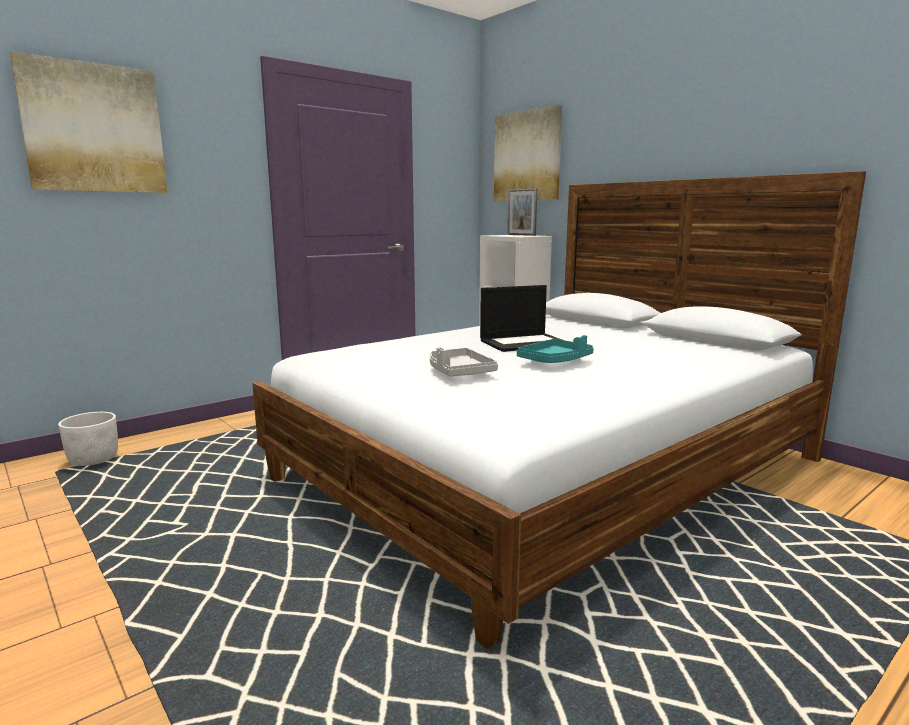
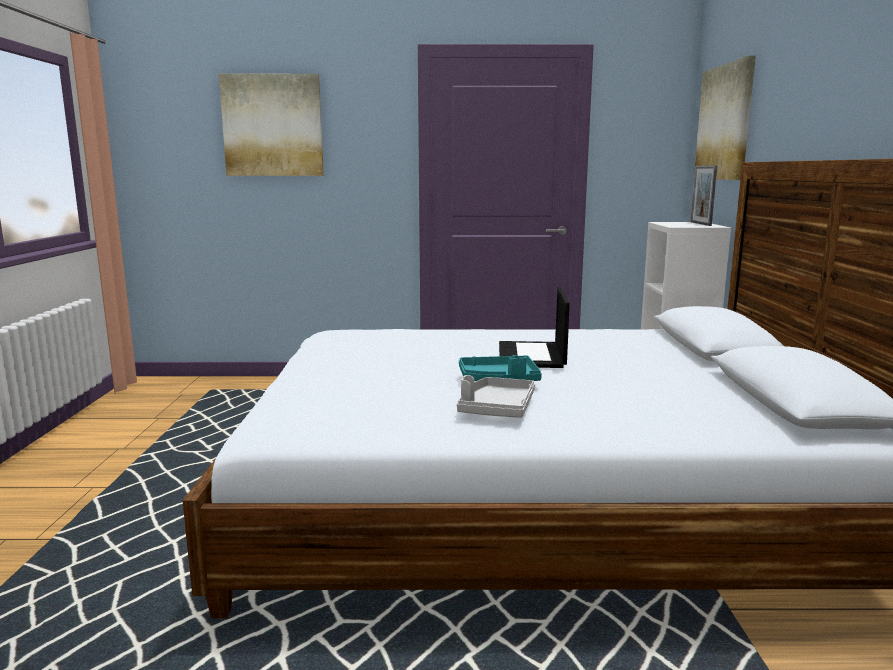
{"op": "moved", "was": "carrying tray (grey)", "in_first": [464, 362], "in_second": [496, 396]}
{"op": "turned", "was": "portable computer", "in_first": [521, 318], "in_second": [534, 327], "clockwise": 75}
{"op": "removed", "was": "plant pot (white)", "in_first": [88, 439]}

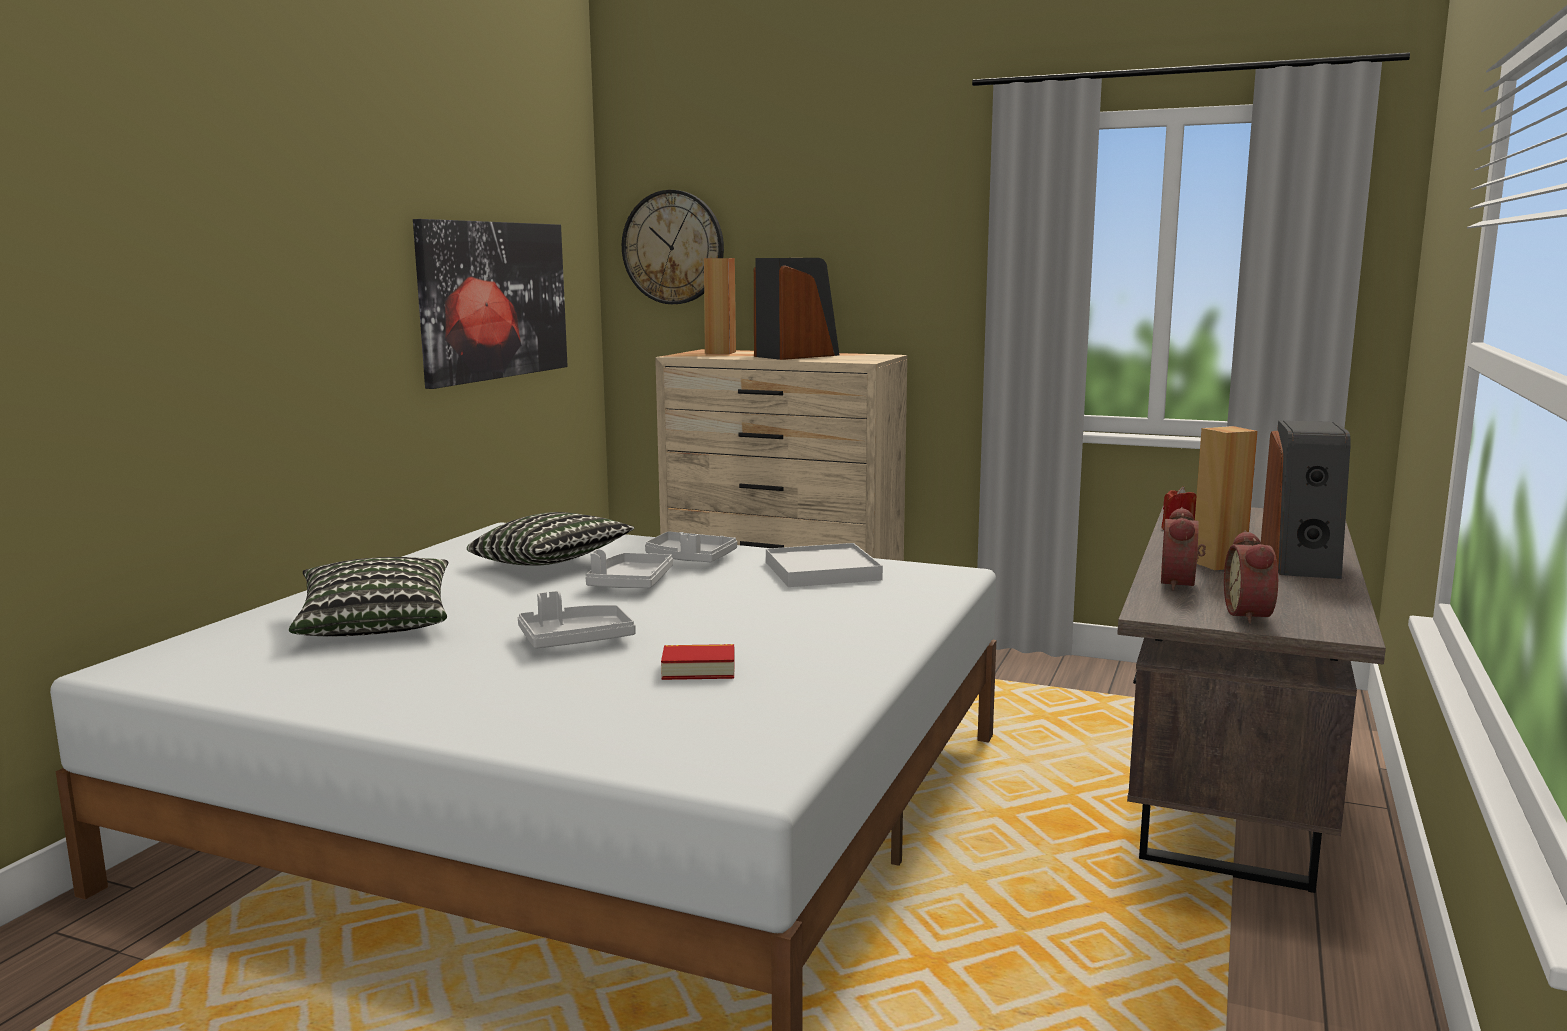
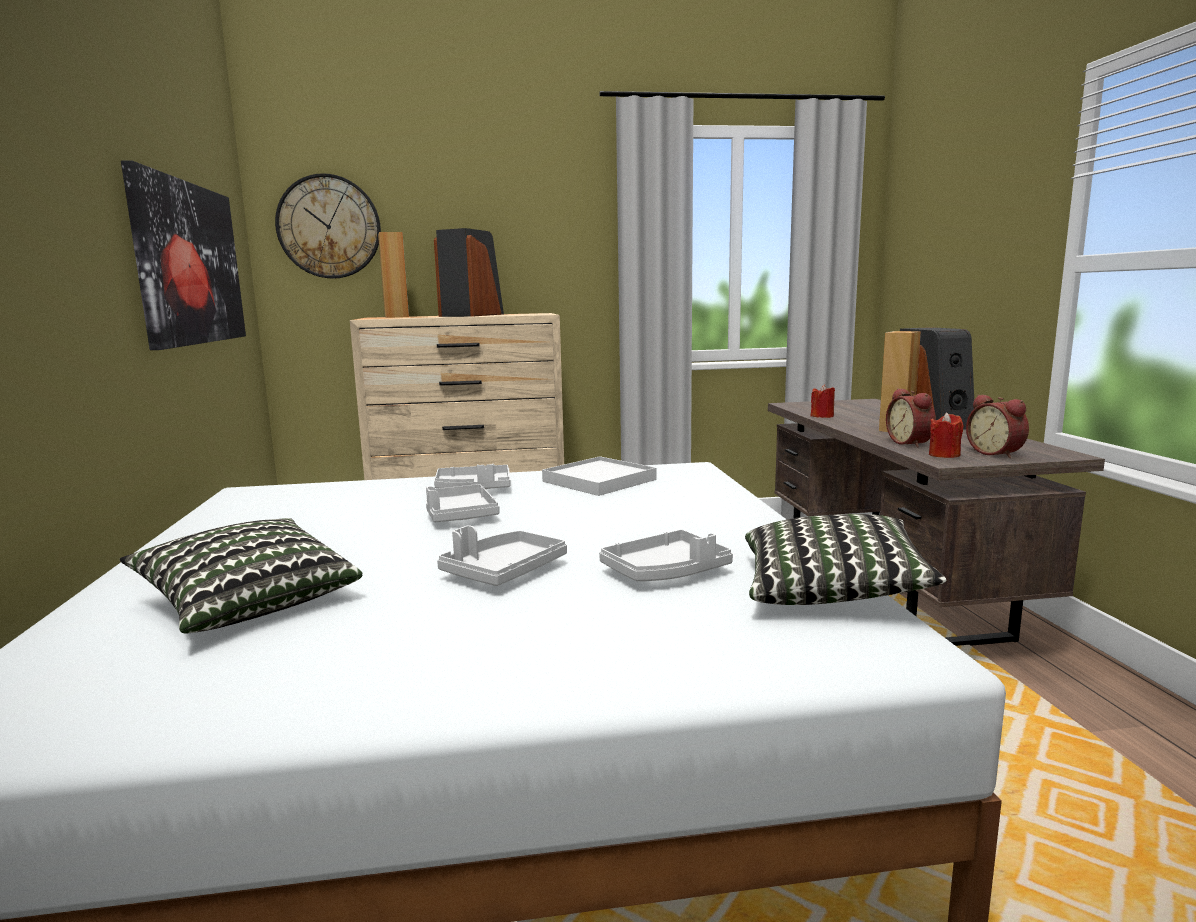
{"op": "replaced", "was": "book", "now": "carrying tray (grey)", "in_first": [698, 662], "in_second": [666, 555]}
{"op": "moved", "was": "pillow", "in_first": [550, 539], "in_second": [845, 559]}
{"op": "added", "now": "wax candle (reddish)", "in_second": [946, 435]}

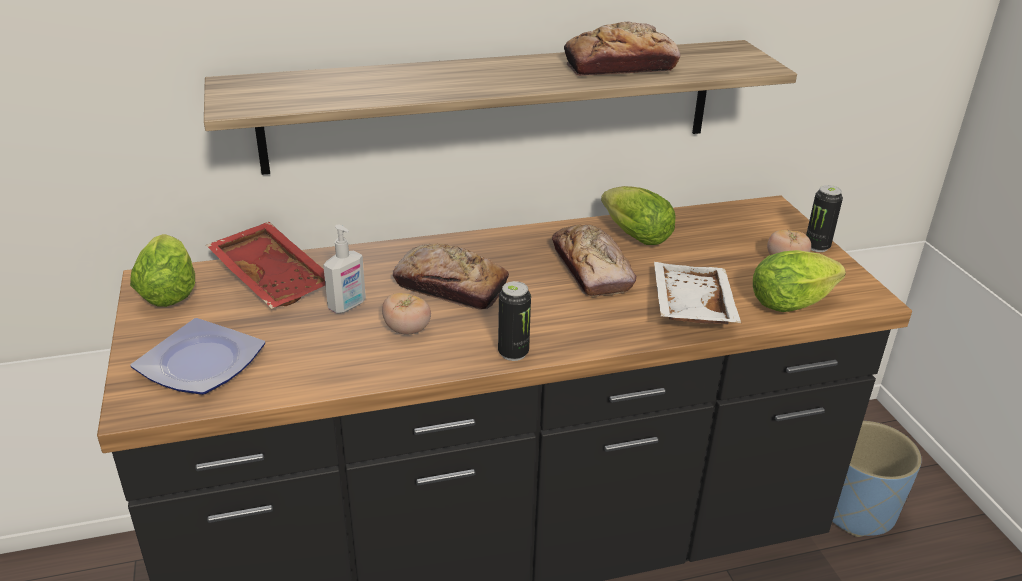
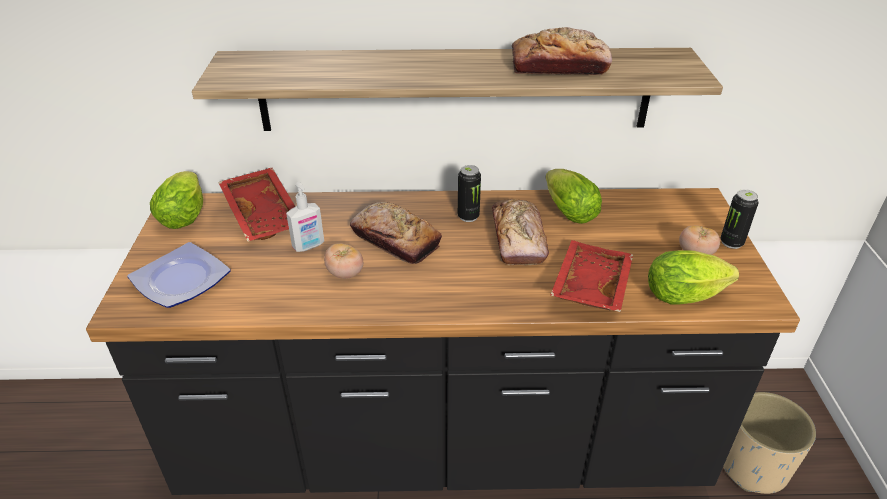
{"op": "moved", "was": "can", "in_first": [514, 321], "in_second": [469, 193]}
{"op": "recoloured", "was": "carrying tray (white)", "now": "carrying tray (reddish)", "in_first": [697, 293], "in_second": [591, 276]}
{"op": "recoloured", "was": "plant pot (blue-coloured)", "now": "plant pot (beige-coloured)", "in_first": [877, 479], "in_second": [769, 443]}

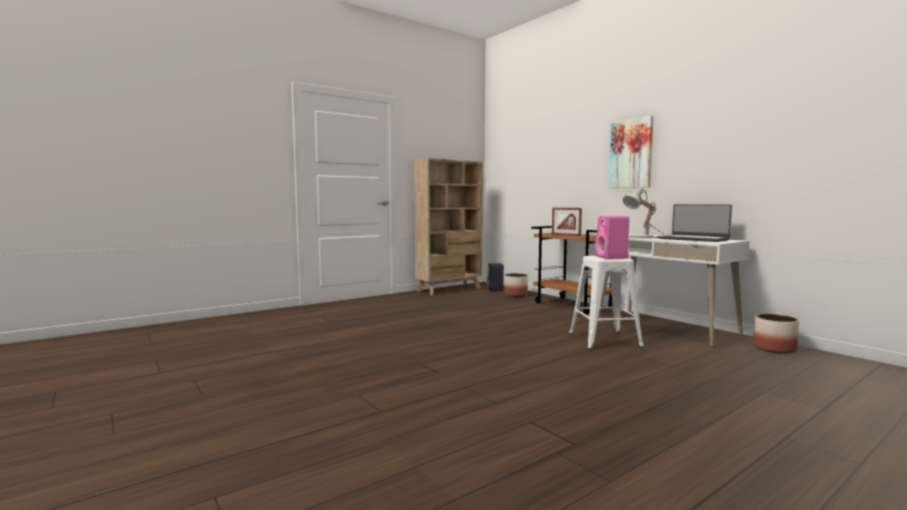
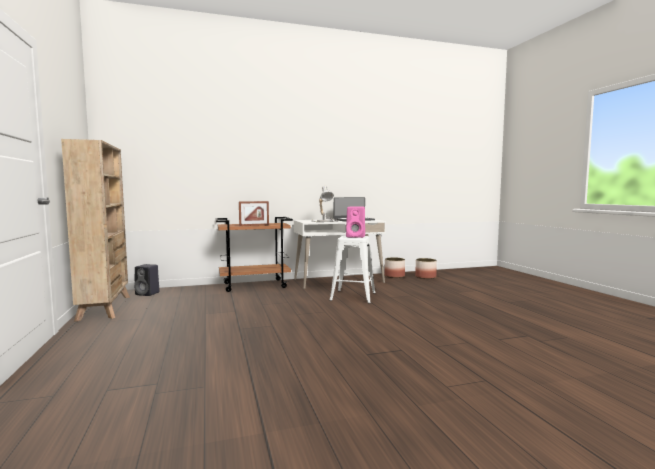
{"op": "moved", "was": "plant pot", "in_first": [516, 285], "in_second": [426, 268]}
{"op": "removed", "was": "picture", "in_first": [631, 152]}

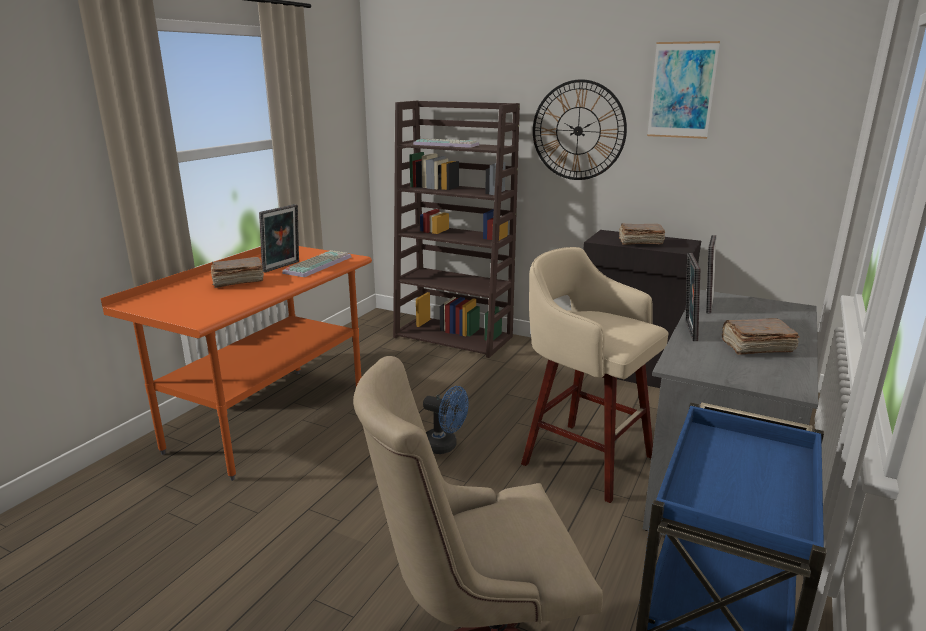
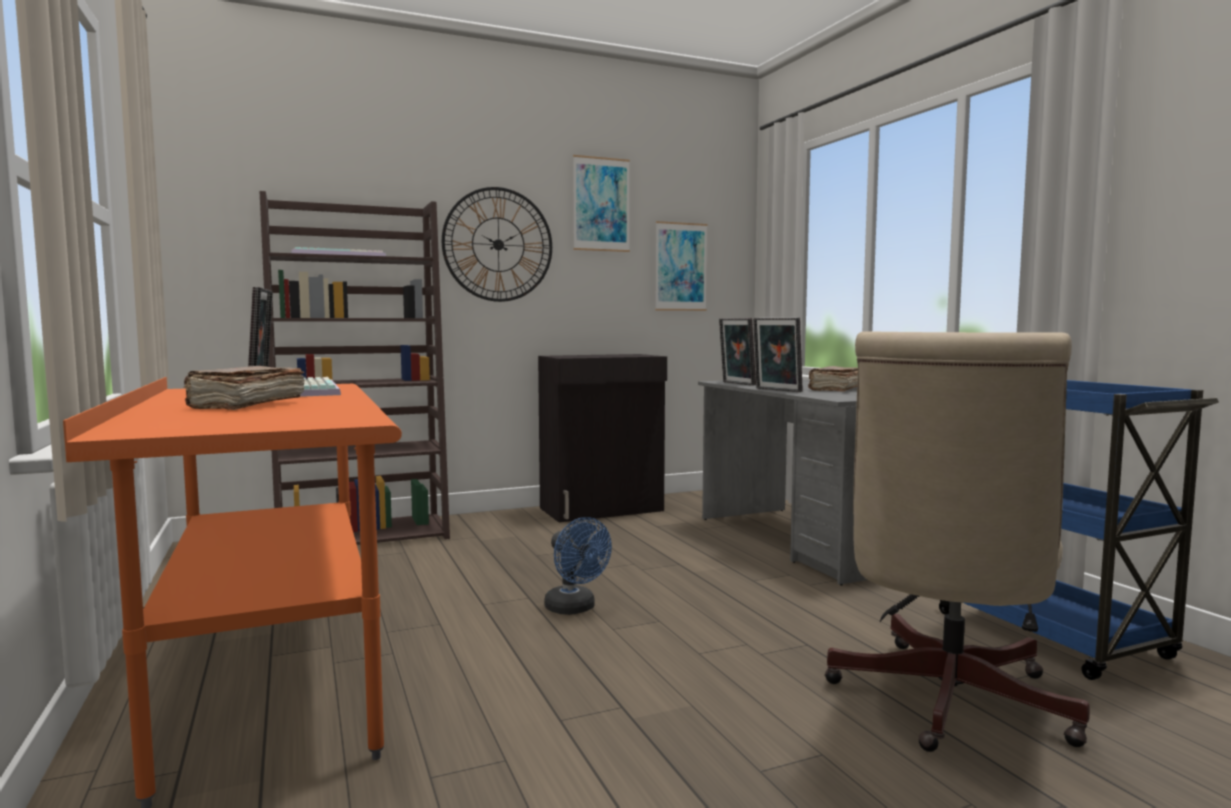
{"op": "turned", "was": "fan (blue-coloured)", "in_first": [445, 420], "in_second": [578, 566], "clockwise": 75}
{"op": "added", "now": "picture", "in_second": [681, 266]}
{"op": "removed", "was": "stool (beige-coloured)", "in_first": [595, 375]}
{"op": "removed", "was": "book (brown-coloured)", "in_first": [642, 234]}

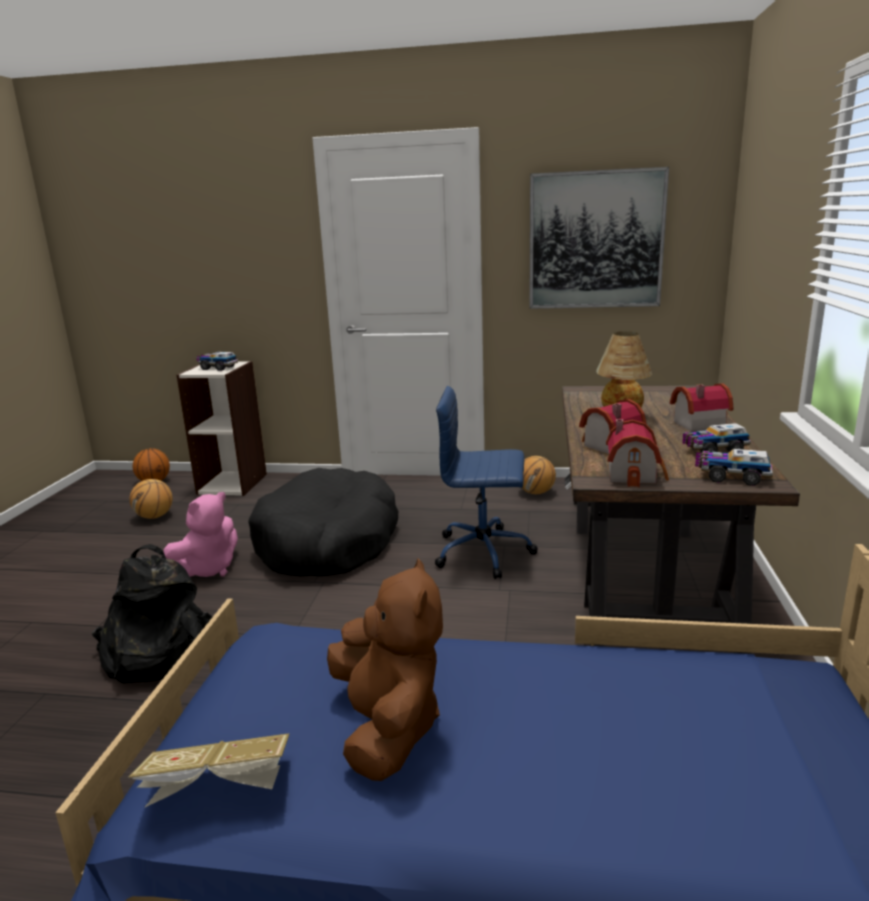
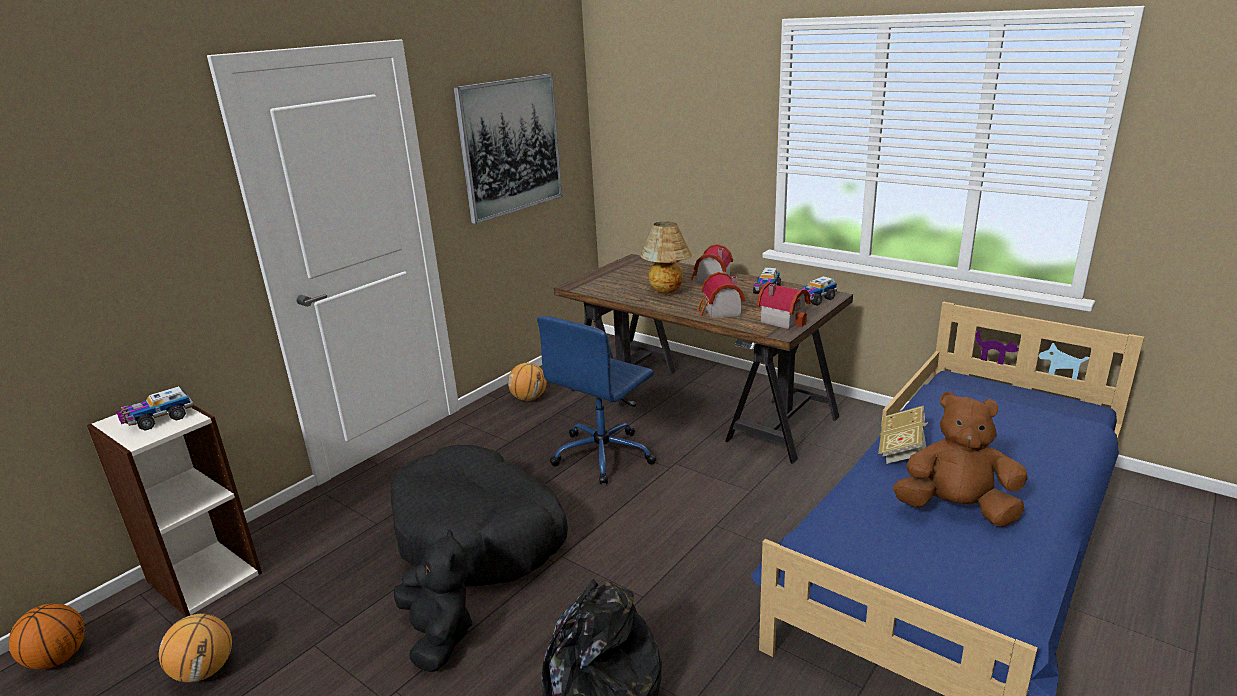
{"op": "recoloured", "was": "soft toy (pink-coloured)", "now": "soft toy (black-coloured)", "in_first": [200, 534], "in_second": [433, 600]}
{"op": "moved", "was": "book", "in_first": [209, 770], "in_second": [903, 434]}

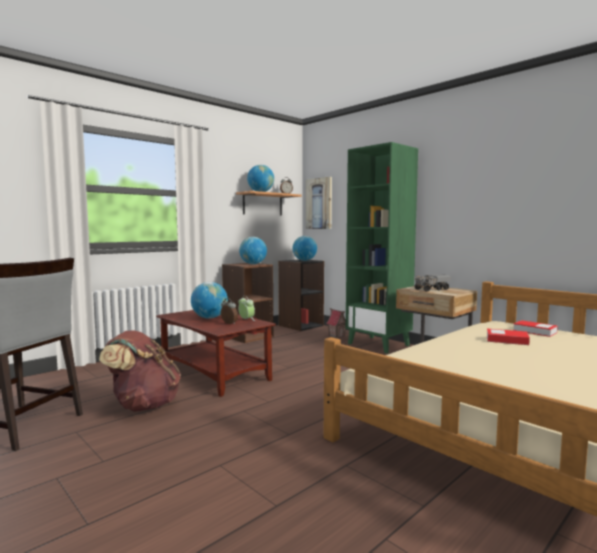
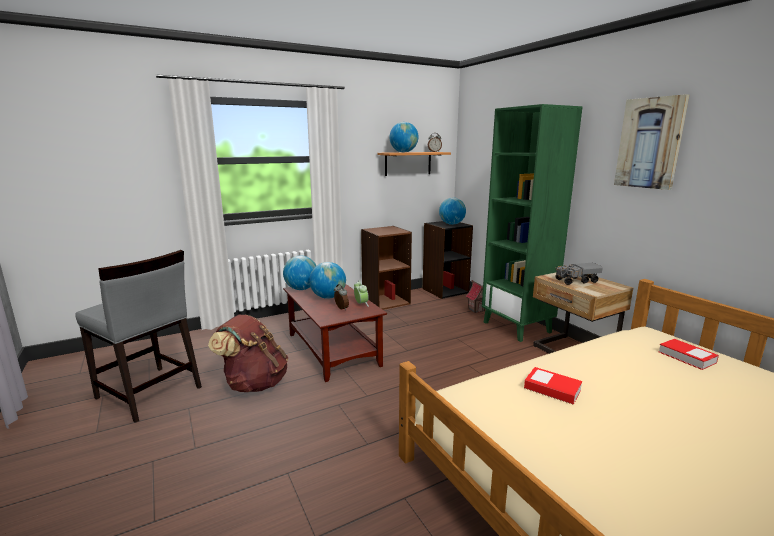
{"op": "moved", "was": "world globe", "in_first": [253, 250], "in_second": [300, 273]}
{"op": "moved", "was": "book", "in_first": [508, 337], "in_second": [553, 386]}
{"op": "moved", "was": "picture", "in_first": [319, 203], "in_second": [651, 142]}

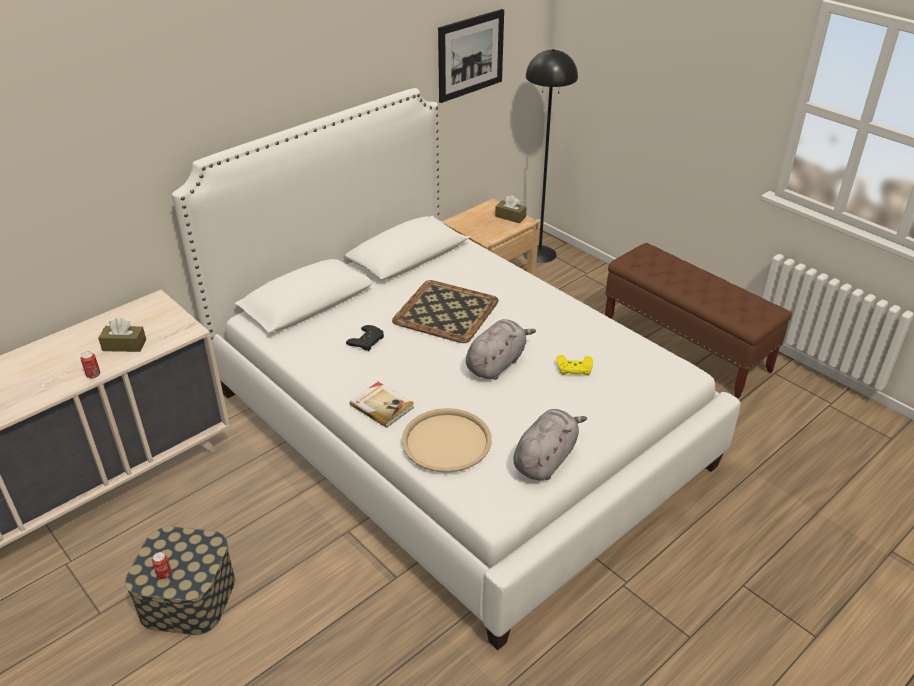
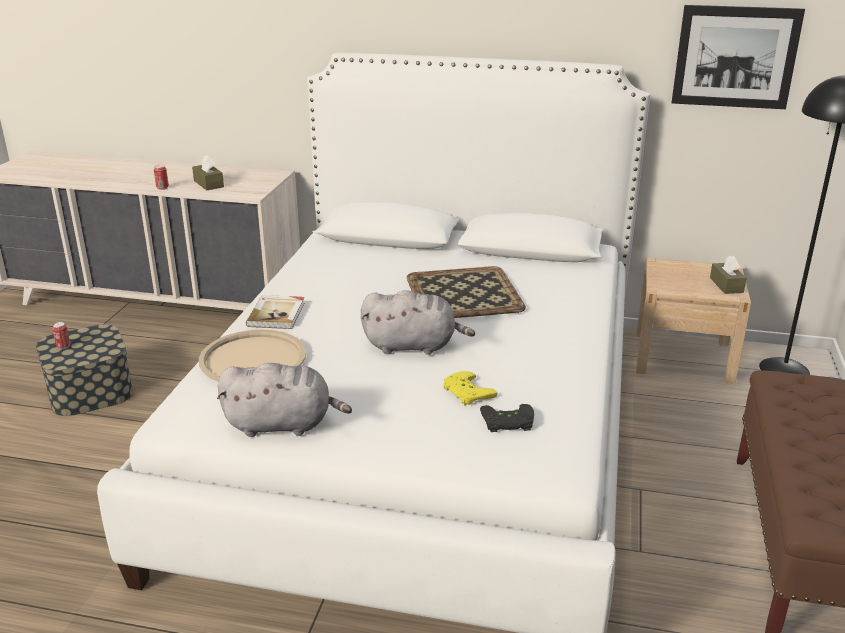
{"op": "moved", "was": "gamepad (black-coloured)", "in_first": [365, 338], "in_second": [507, 418]}

